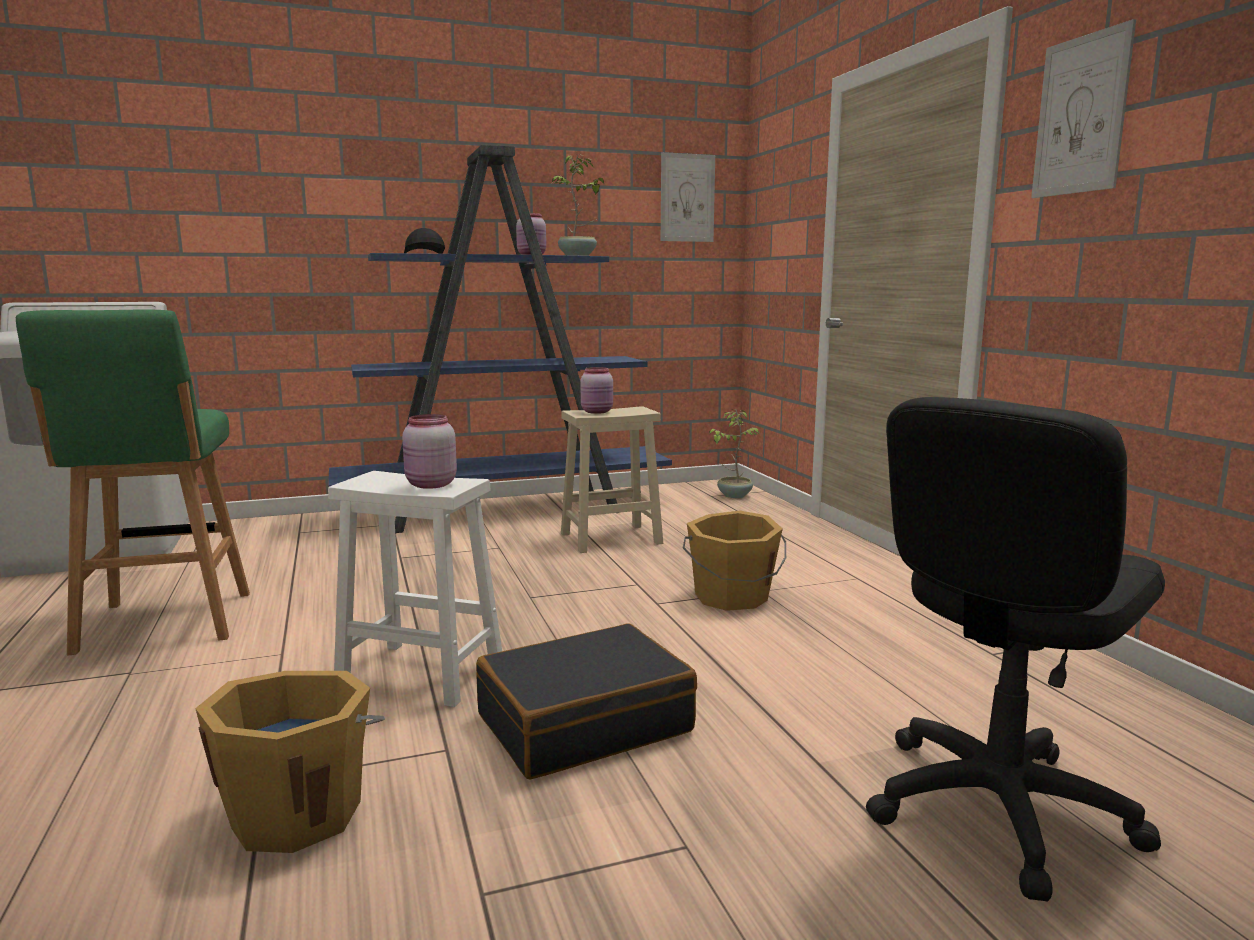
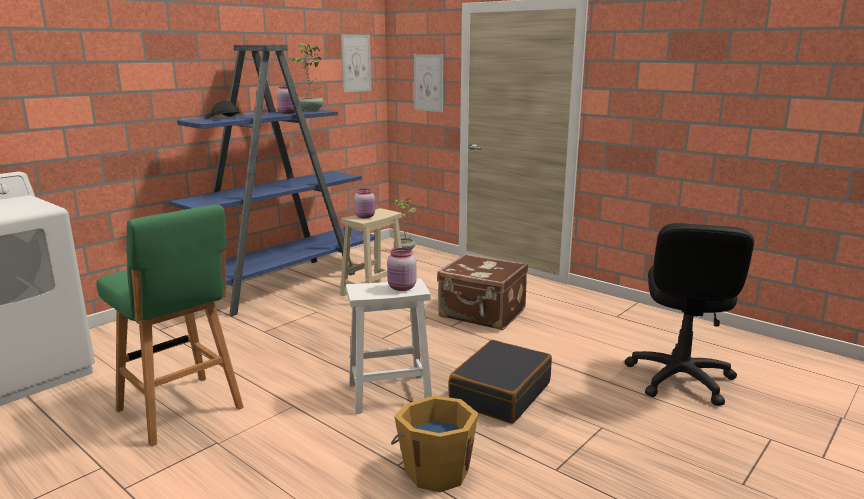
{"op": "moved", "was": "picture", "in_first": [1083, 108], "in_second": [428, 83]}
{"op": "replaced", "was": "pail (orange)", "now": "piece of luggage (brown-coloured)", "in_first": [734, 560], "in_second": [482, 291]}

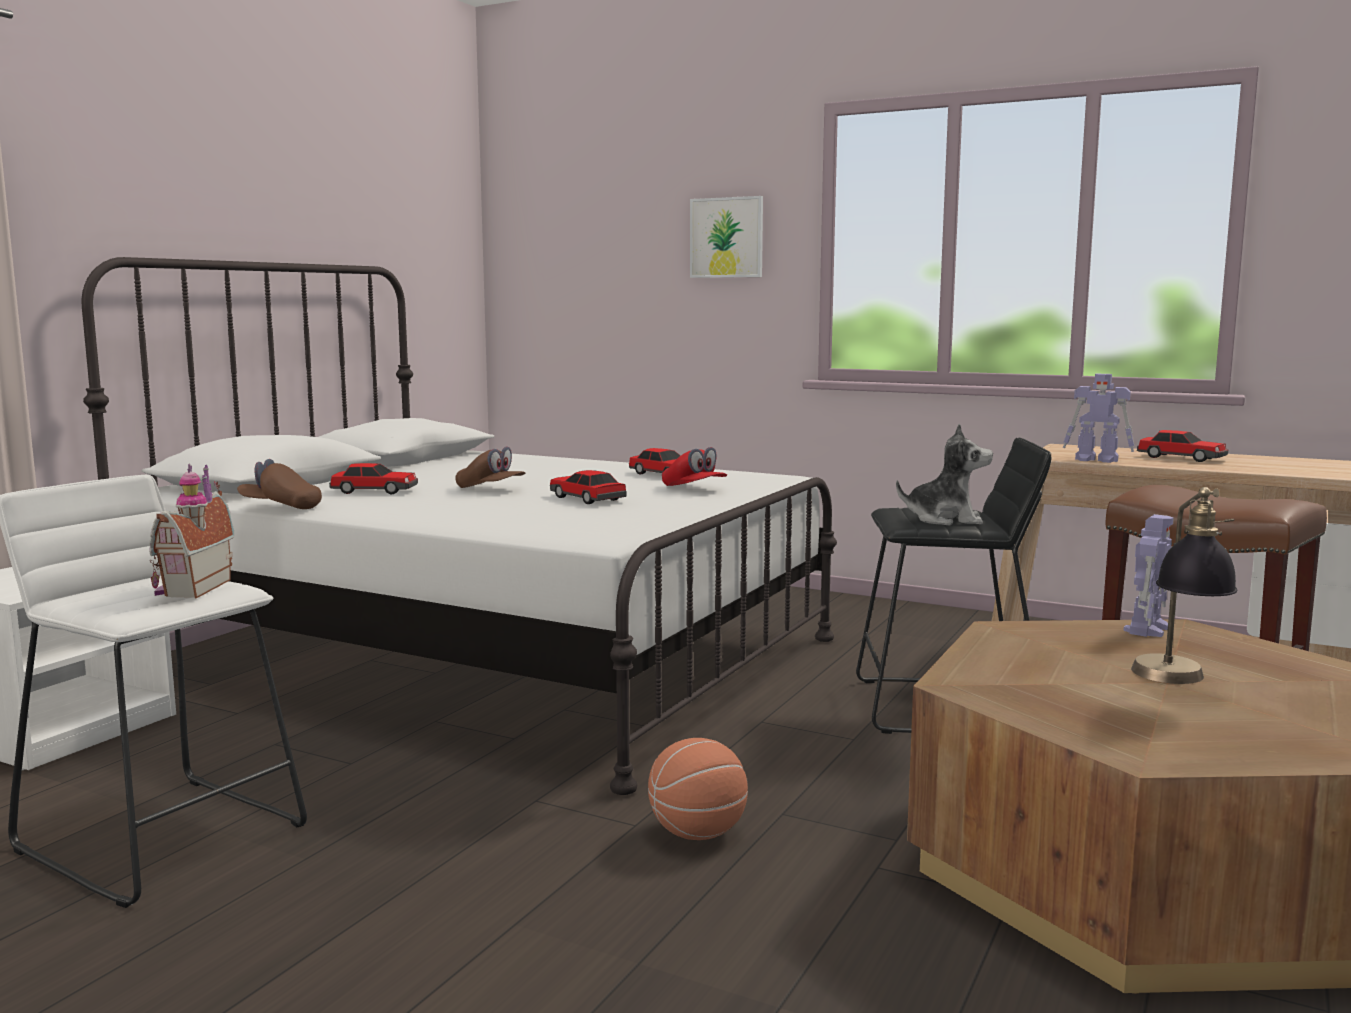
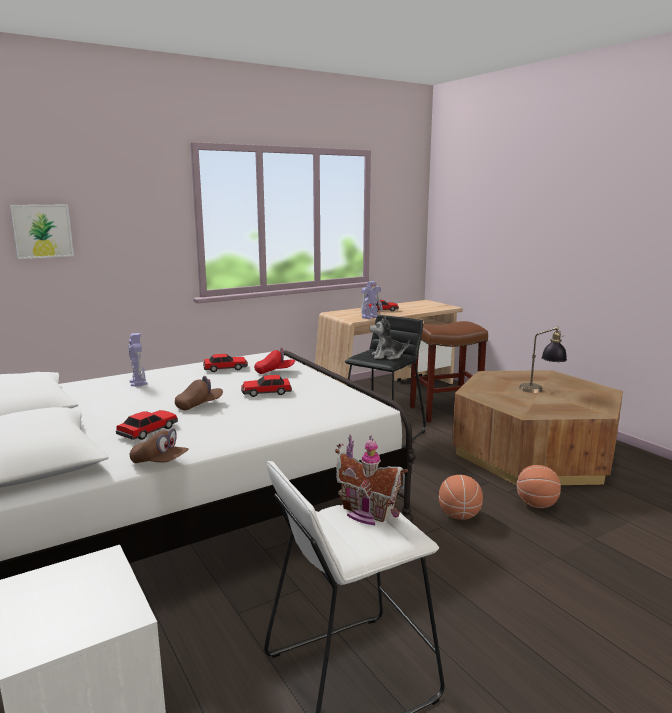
{"op": "moved", "was": "picture", "in_first": [726, 237], "in_second": [42, 232]}
{"op": "moved", "was": "model robot", "in_first": [1148, 575], "in_second": [137, 360]}
{"op": "turned", "was": "cap (brown-coloured)", "in_first": [279, 484], "in_second": [159, 445], "clockwise": -105}
{"op": "turned", "was": "soft toy", "in_first": [944, 475], "in_second": [390, 338], "clockwise": -135}
{"op": "added", "now": "basketball ball", "in_second": [539, 486]}

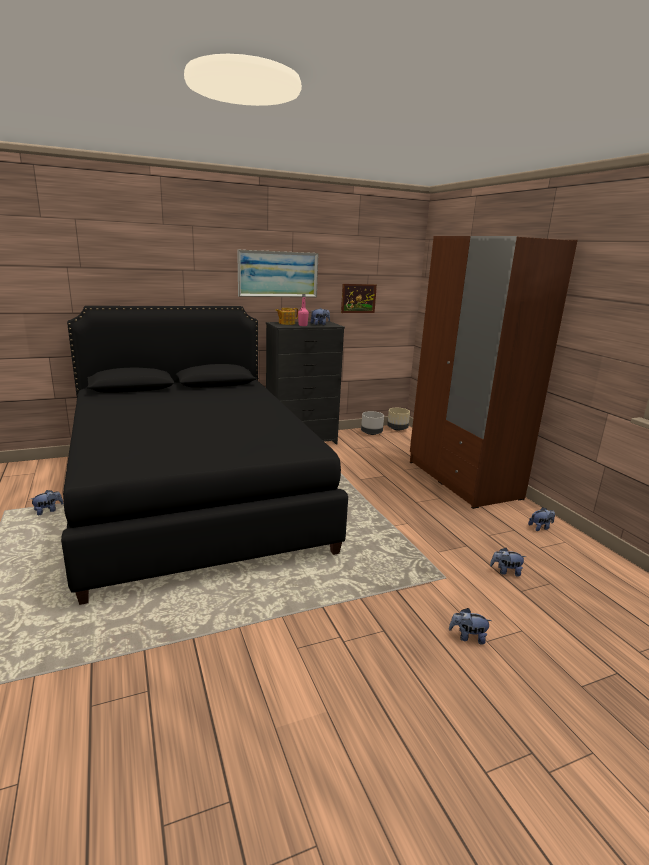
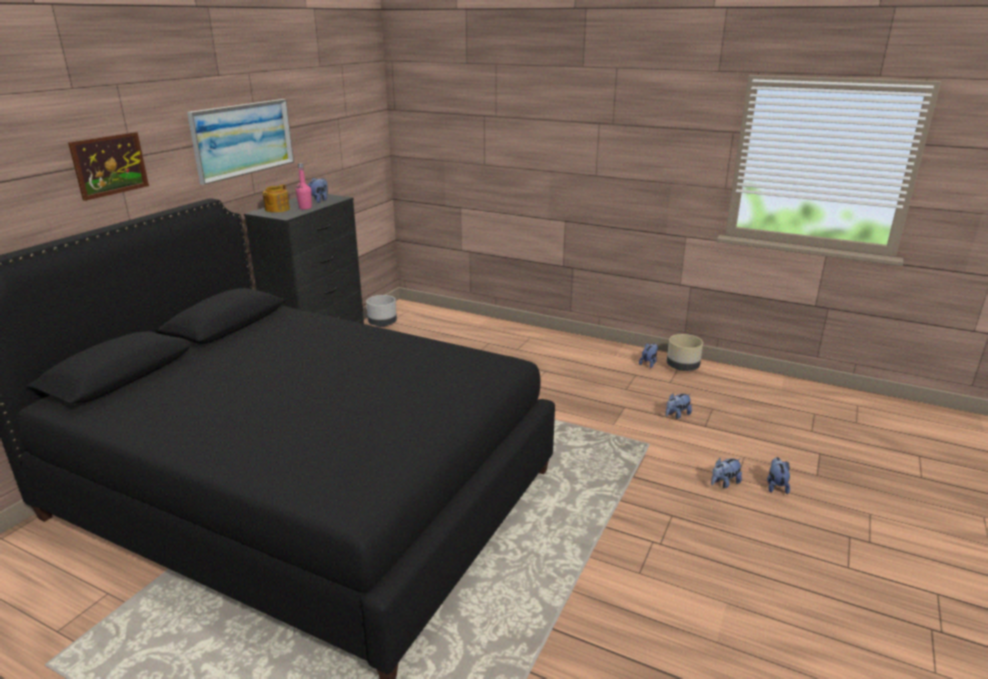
{"op": "moved", "was": "picture", "in_first": [359, 298], "in_second": [108, 166]}
{"op": "moved", "was": "plant pot (beige-coloured)", "in_first": [398, 419], "in_second": [685, 352]}
{"op": "moved", "was": "soft toy", "in_first": [47, 503], "in_second": [778, 475]}
{"op": "removed", "was": "wardrobe (brown-coloured)", "in_first": [494, 372]}

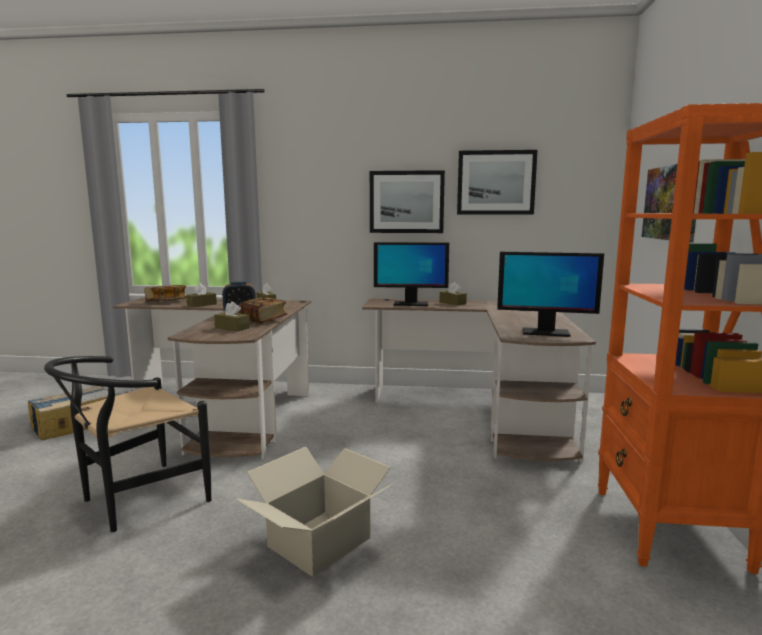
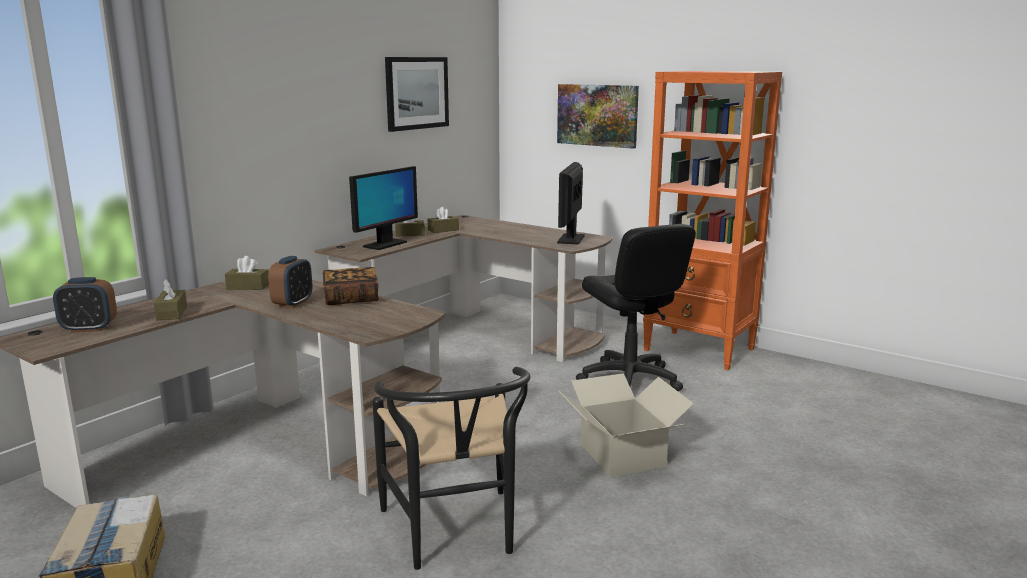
{"op": "replaced", "was": "book", "now": "bedside clock", "in_first": [165, 293], "in_second": [85, 305]}
{"op": "moved", "was": "tissue holder (brown-coloured)", "in_first": [232, 316], "in_second": [443, 220]}
{"op": "turned", "was": "computer screen", "in_first": [550, 294], "in_second": [571, 203], "clockwise": 150}
{"op": "added", "now": "computer chair (black-coloured)", "in_second": [636, 308]}
{"op": "removed", "was": "picture", "in_first": [407, 201]}

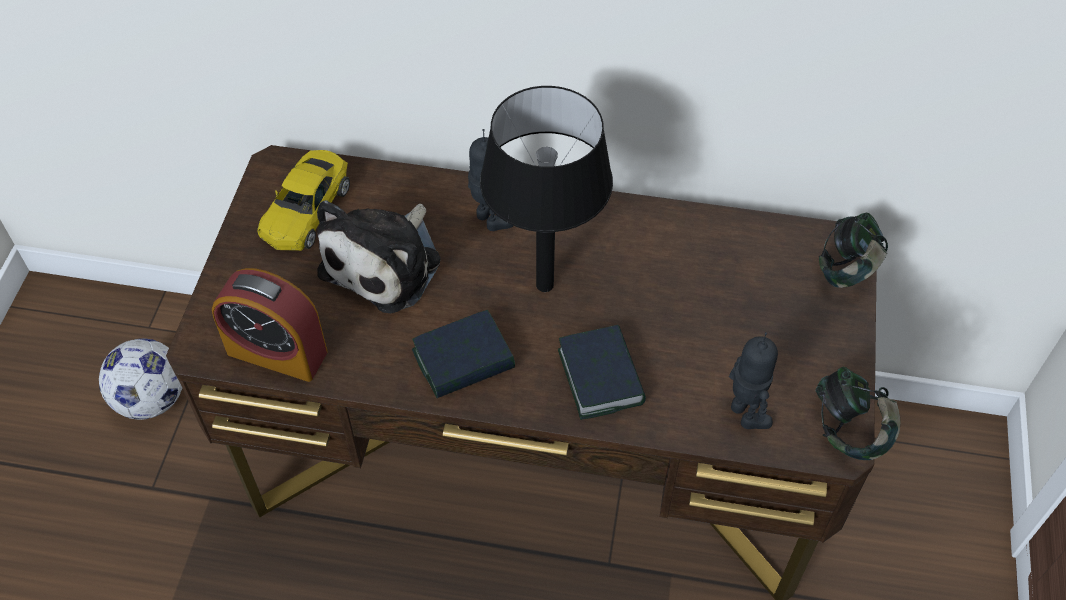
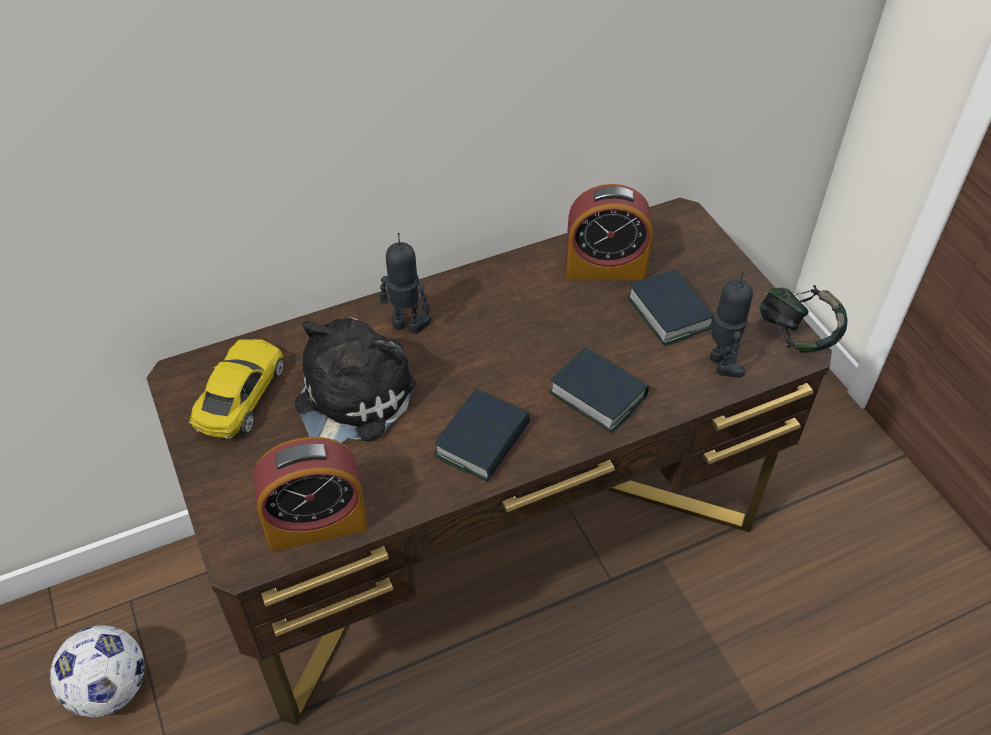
{"op": "turned", "was": "miniature car (yellowish)", "in_first": [303, 200], "in_second": [236, 389], "clockwise": -150}
{"op": "turned", "was": "soft toy", "in_first": [379, 256], "in_second": [355, 380], "clockwise": -150}
{"op": "added", "now": "bedside clock", "in_second": [609, 232]}
{"op": "added", "now": "book", "in_second": [670, 307]}
{"op": "turned", "was": "model robot", "in_first": [753, 380], "in_second": [731, 324], "clockwise": 45}
{"op": "removed", "was": "tabletop lamp (black-coloured)", "in_first": [546, 189]}
{"op": "removed", "was": "pair of headphones", "in_first": [853, 250]}

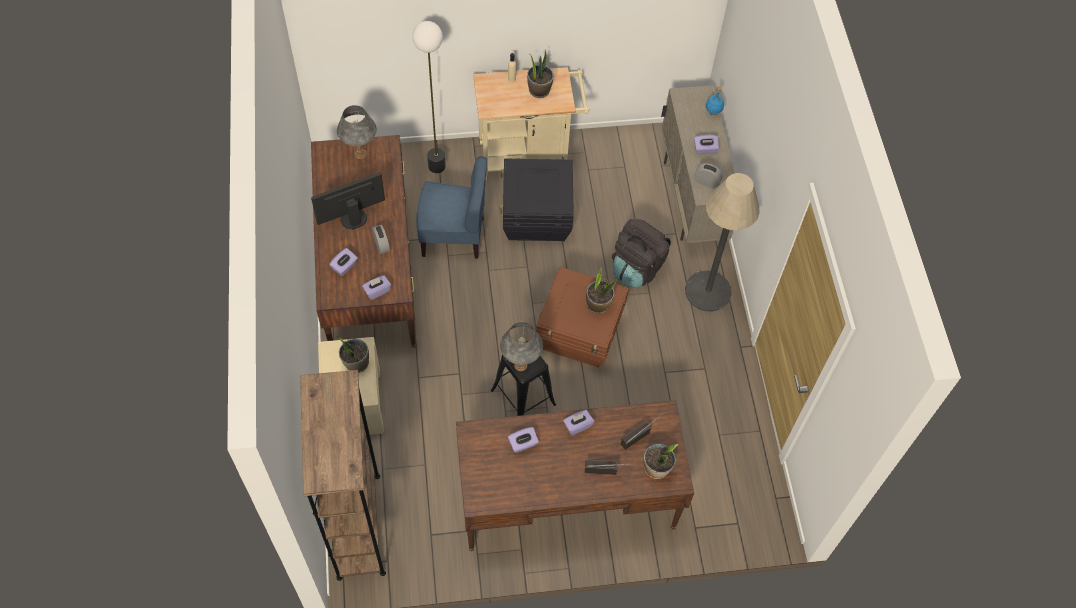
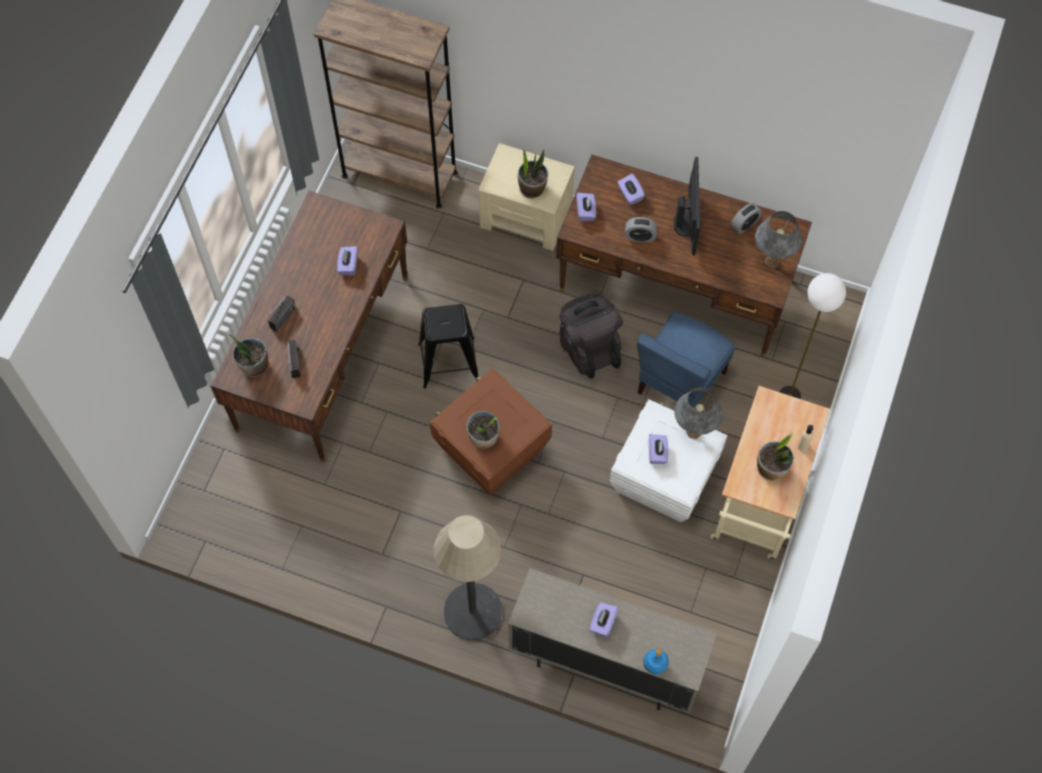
{"op": "moved", "was": "backpack (black-coloured)", "in_first": [641, 253], "in_second": [591, 336]}
{"op": "recoloured", "was": "storage box (black-coloured)", "now": "storage box (white)", "in_first": [537, 200], "in_second": [668, 460]}
{"op": "moved", "was": "tissue holder (purple)", "in_first": [578, 423], "in_second": [658, 449]}
{"op": "moved", "was": "tabletop lamp (grey)", "in_first": [521, 346], "in_second": [698, 413]}
{"op": "moved", "was": "bedside clock", "in_first": [708, 175], "in_second": [746, 218]}

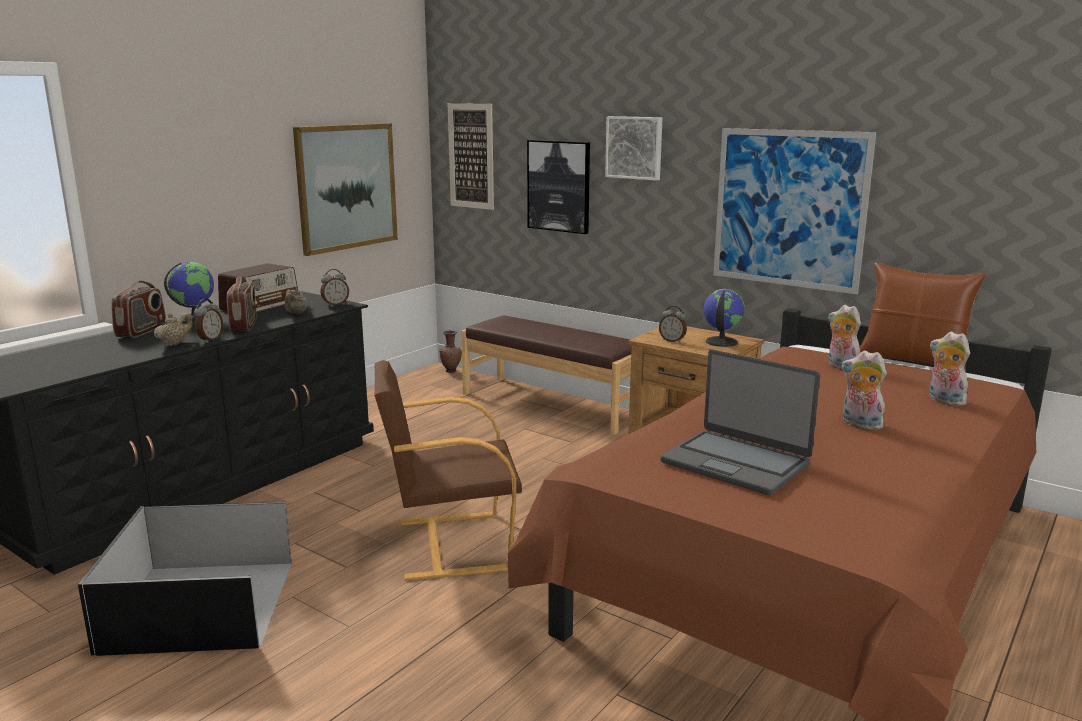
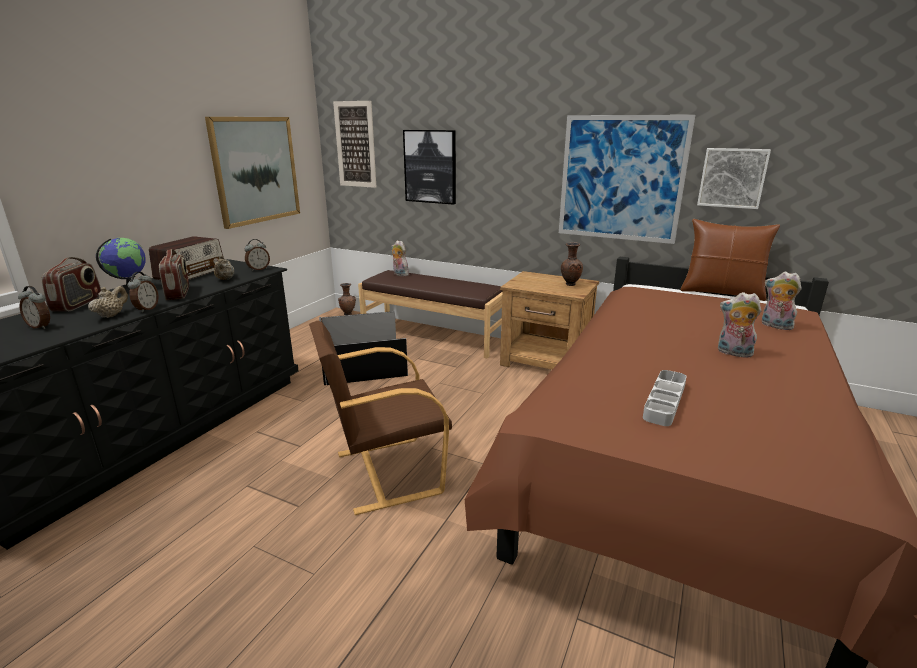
{"op": "moved", "was": "bedside clock", "in_first": [673, 324], "in_second": [34, 307]}
{"op": "moved", "was": "storage box (black-coloured)", "in_first": [185, 579], "in_second": [363, 348]}
{"op": "moved", "was": "soft toy", "in_first": [844, 337], "in_second": [400, 258]}
{"op": "replaced", "was": "world globe", "now": "flower vase (brown-coloured)", "in_first": [724, 318], "in_second": [572, 264]}
{"op": "replaced", "was": "portable computer", "now": "carrying tray (grey)", "in_first": [740, 422], "in_second": [665, 398]}
{"op": "moved", "was": "picture", "in_first": [634, 148], "in_second": [734, 178]}

